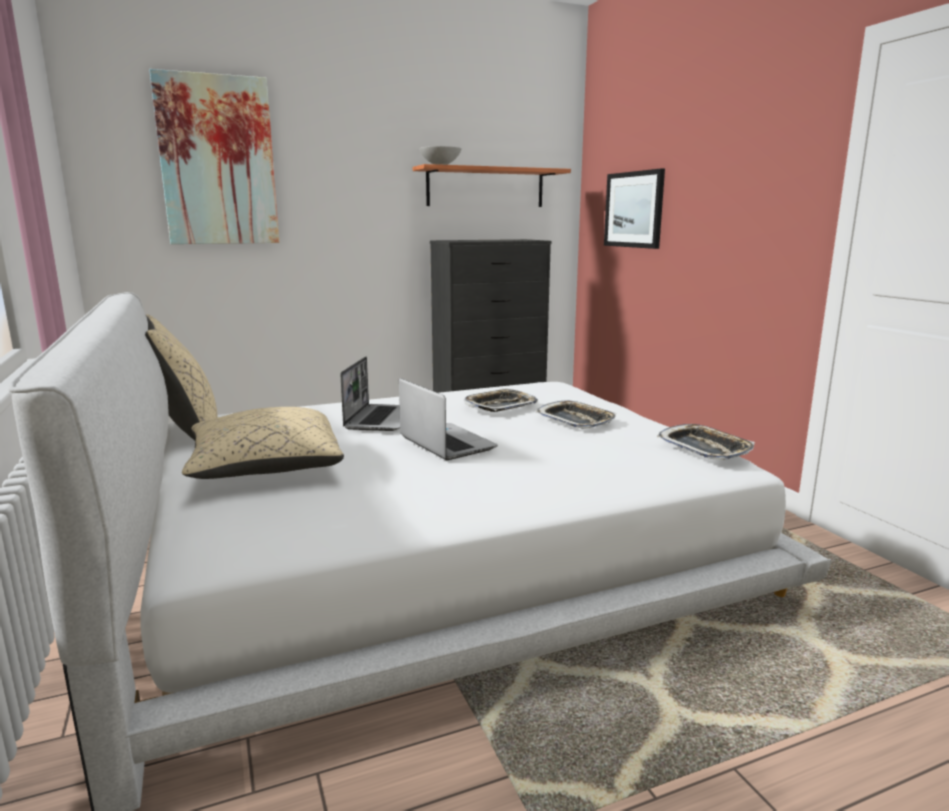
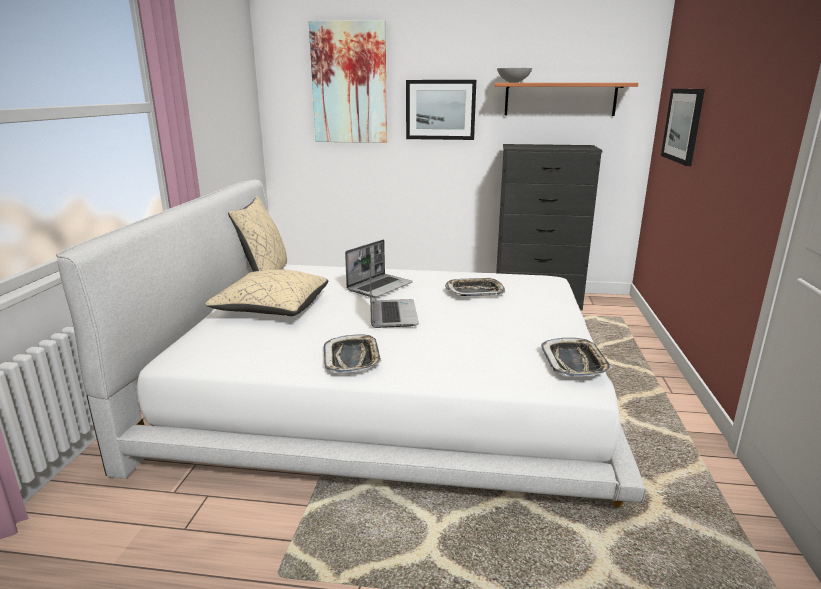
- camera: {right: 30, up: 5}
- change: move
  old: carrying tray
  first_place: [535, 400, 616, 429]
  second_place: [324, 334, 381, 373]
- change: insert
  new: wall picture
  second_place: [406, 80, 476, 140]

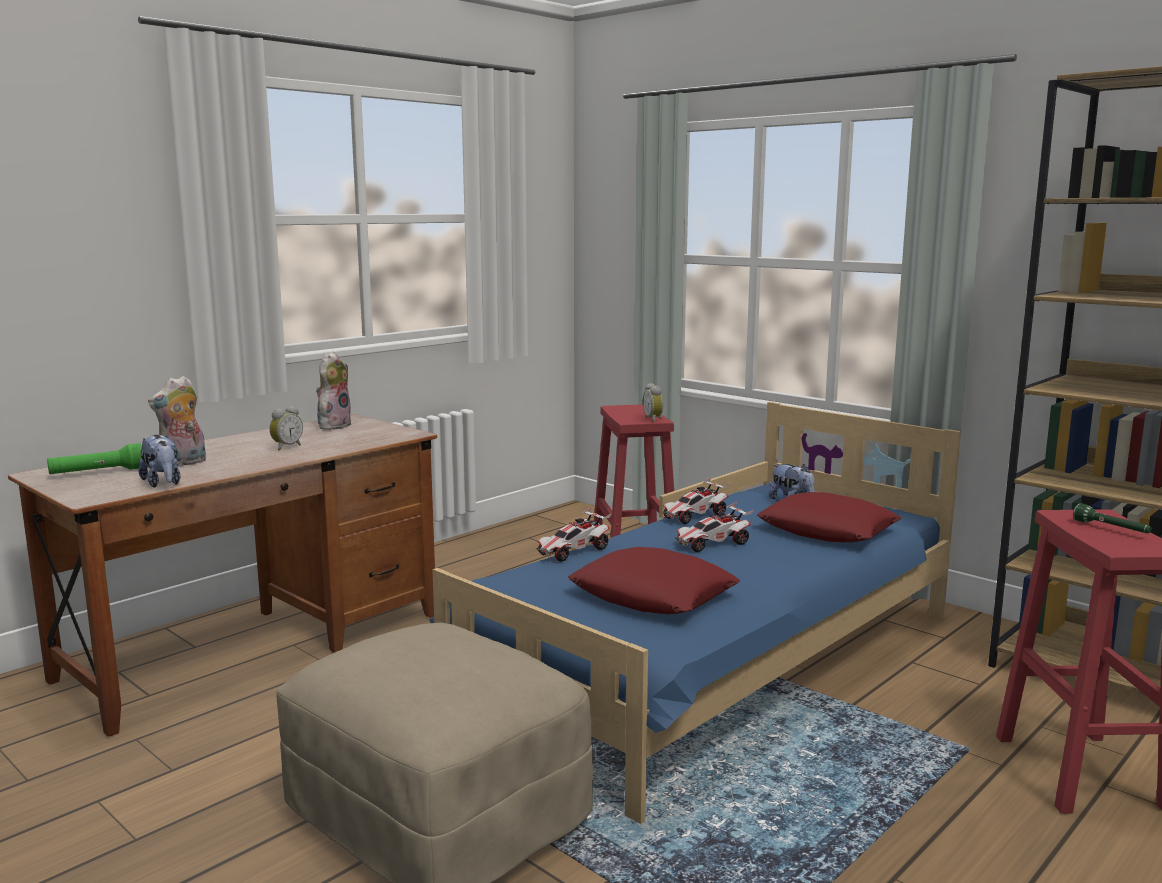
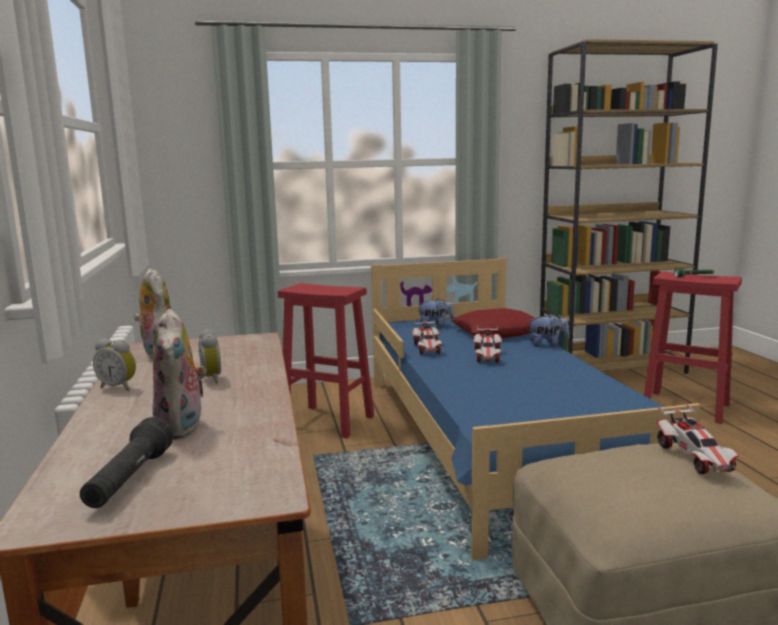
- camera: {right: -55, up: 0}
- change: recolor
  old: flashlight (greenish)
  new: flashlight (blackish)
  first_place: [47, 443, 142, 474]
  second_place: [80, 417, 173, 508]
- change: move
  old: alarm clock
  first_place: [643, 383, 663, 422]
  second_place: [93, 338, 136, 391]
- change: move
  old: soft toy
  first_place: [138, 435, 181, 488]
  second_place: [527, 313, 569, 347]
- change: move
  old: miniature car
  first_place: [537, 507, 612, 562]
  second_place: [656, 403, 739, 475]
- change: delete
  old: throw pillow (red-coloured)
  first_place: [568, 547, 740, 614]

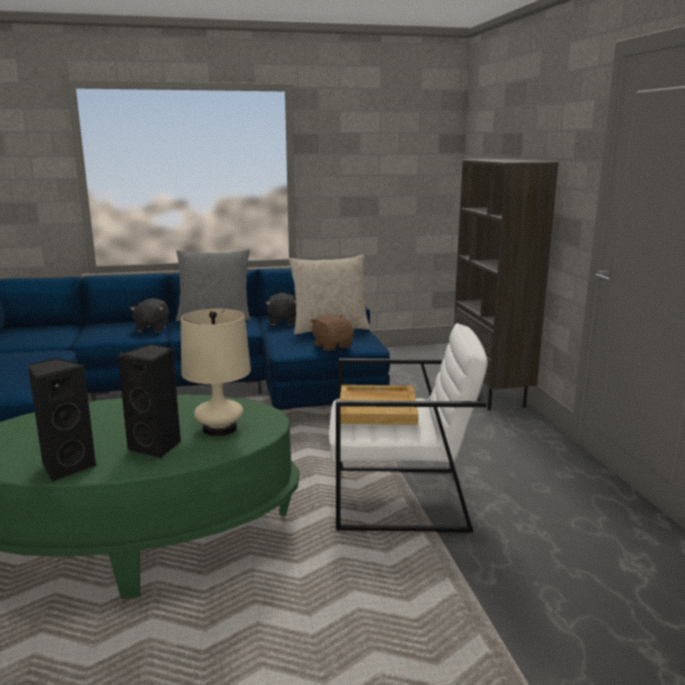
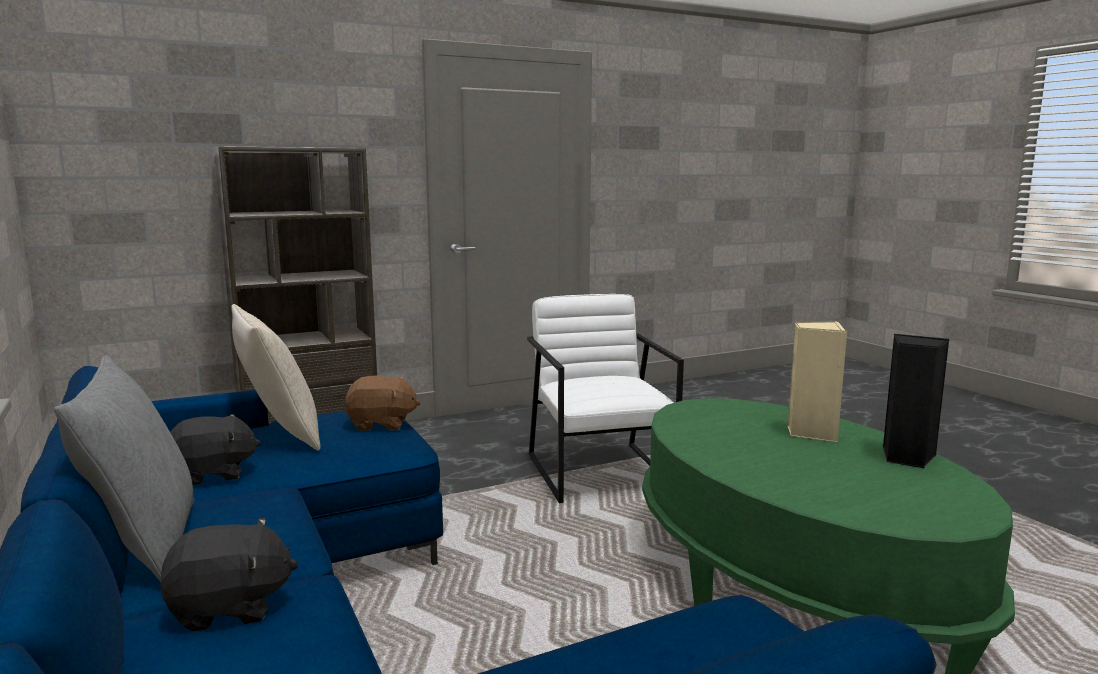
- camera: {right: -105, up: -5}
- change: rotate
  old: soft toy (brown)
  first_place: [310, 314, 354, 351]
  second_place: [345, 376, 421, 431]
  degrees: -135
- change: recolor
  old: audio speaker (blackish)
  new: audio speaker (sand-coloured)
  first_place: [118, 344, 181, 459]
  second_place: [788, 321, 847, 442]
- change: delete
  old: tabletop lamp (sand-coloured)
  first_place: [181, 309, 251, 436]
- change: delete
  old: carrying tray (sand-coloured)
  first_place: [340, 385, 419, 425]

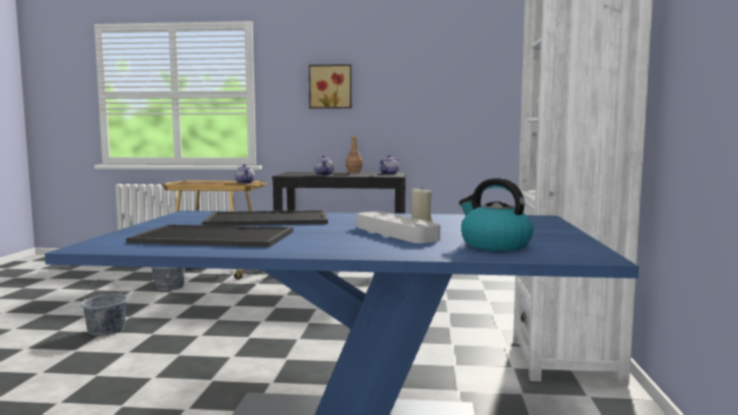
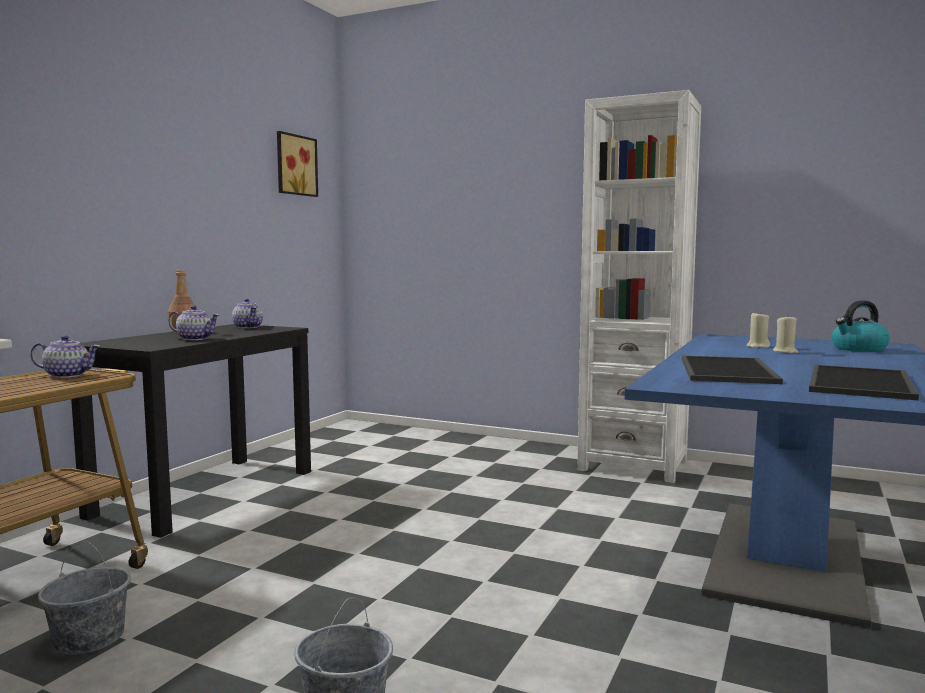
- camera: {right: -70, up: 0}
- change: move
  old: wall picture
  first_place: [309, 64, 352, 109]
  second_place: [277, 131, 318, 197]
- change: insert
  new: wax candle (sand-coloured)
  second_place: [747, 312, 770, 348]
- change: delete
  old: carrying tray (grey)
  first_place: [357, 212, 440, 243]

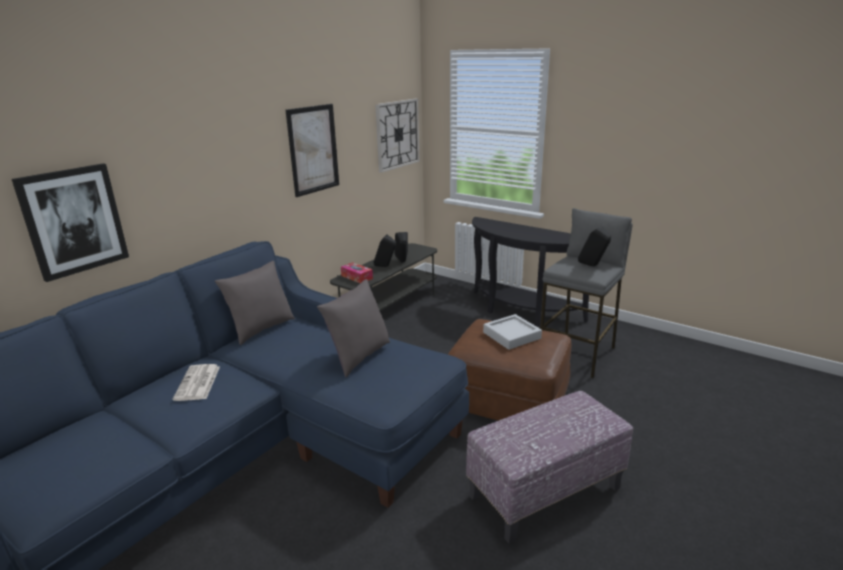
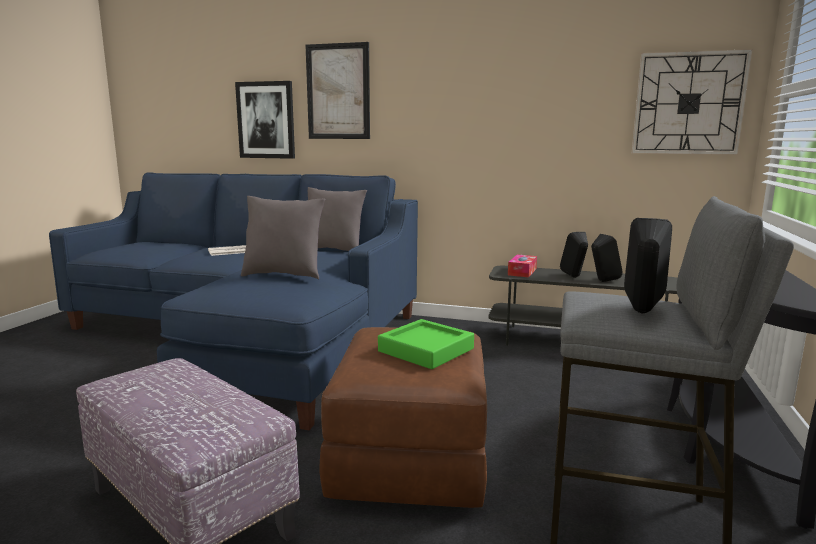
- camera: {right: 70, up: -10}
- change: move
  old: wall picture
  first_place: [286, 104, 339, 197]
  second_place: [306, 42, 370, 139]
- change: recolor
  old: carrying tray (grey)
  new: carrying tray (greenish)
  first_place: [483, 314, 542, 350]
  second_place: [378, 319, 474, 369]

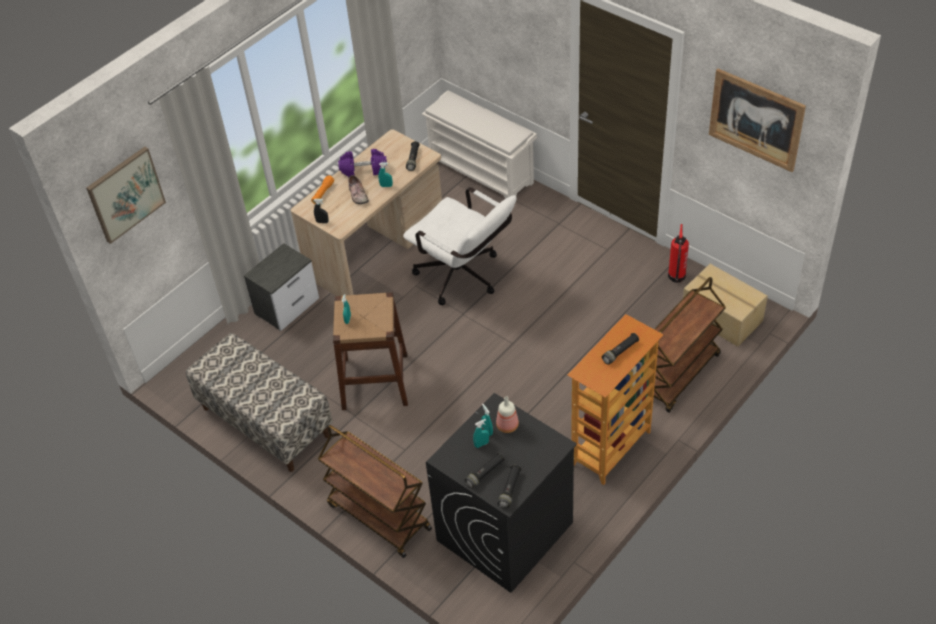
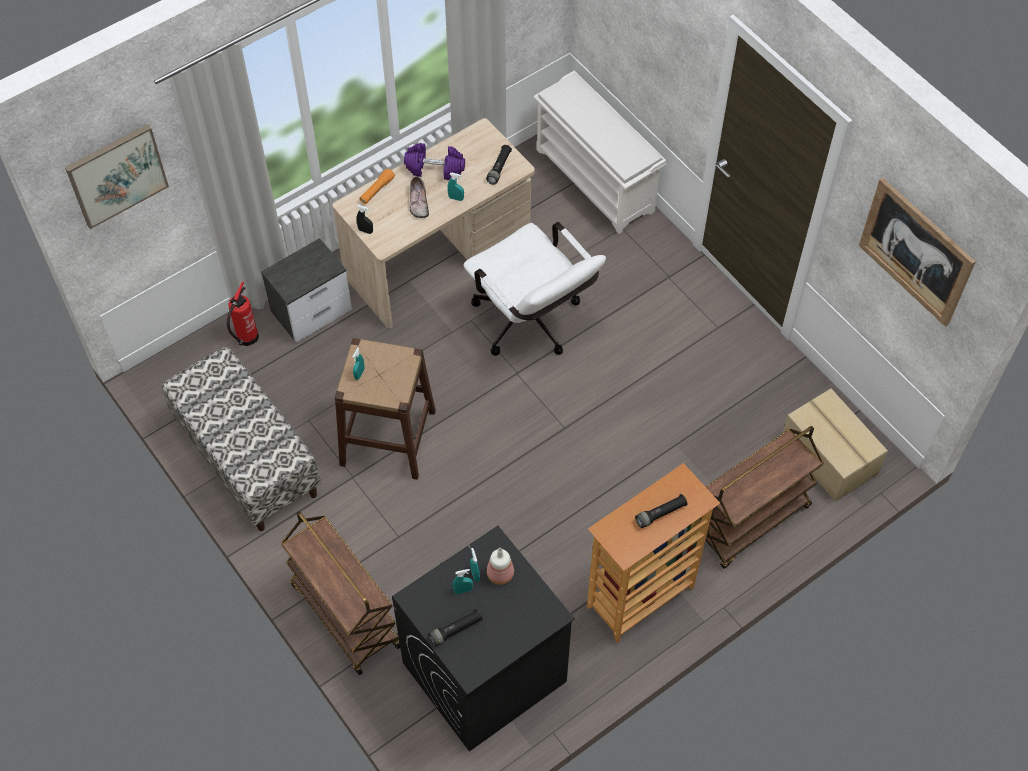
- camera: {right: 10, up: 10}
- change: move
  old: fire-fighting cylinder
  first_place: [668, 224, 689, 283]
  second_place: [227, 281, 259, 346]
- change: delete
  old: flashlight (blackish)
  first_place: [498, 465, 521, 508]

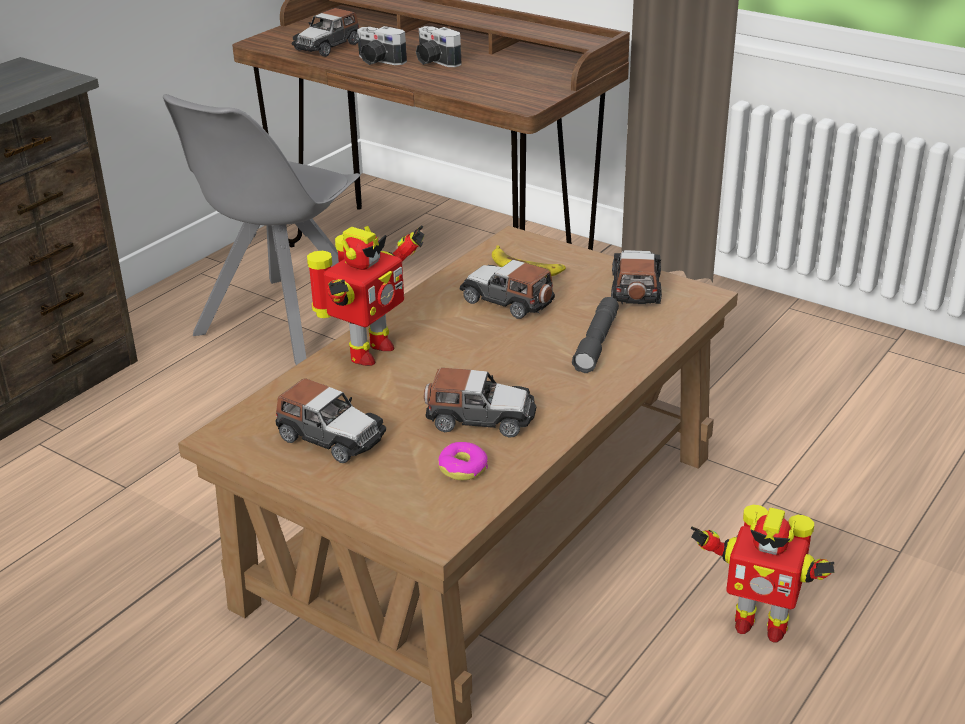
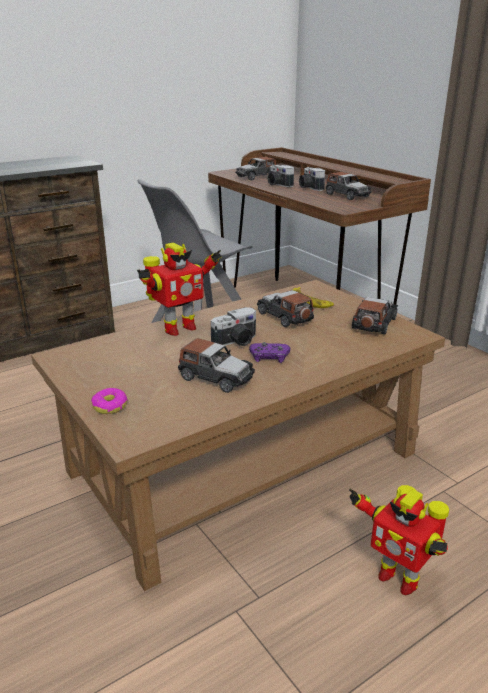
- camera: {right: 20, up: -5}
- change: move
  old: doughnut
  first_place: [438, 442, 488, 480]
  second_place: [91, 388, 128, 414]
- change: insert
  new: still camera
  second_place: [211, 307, 256, 346]
- change: insert
  new: game controller (purple-coloured)
  second_place: [249, 342, 290, 363]
- change: move
  old: miniature car
  first_place: [276, 378, 386, 463]
  second_place: [325, 172, 372, 200]
- change: delete
  old: flashlight (grey)
  first_place: [572, 297, 619, 373]

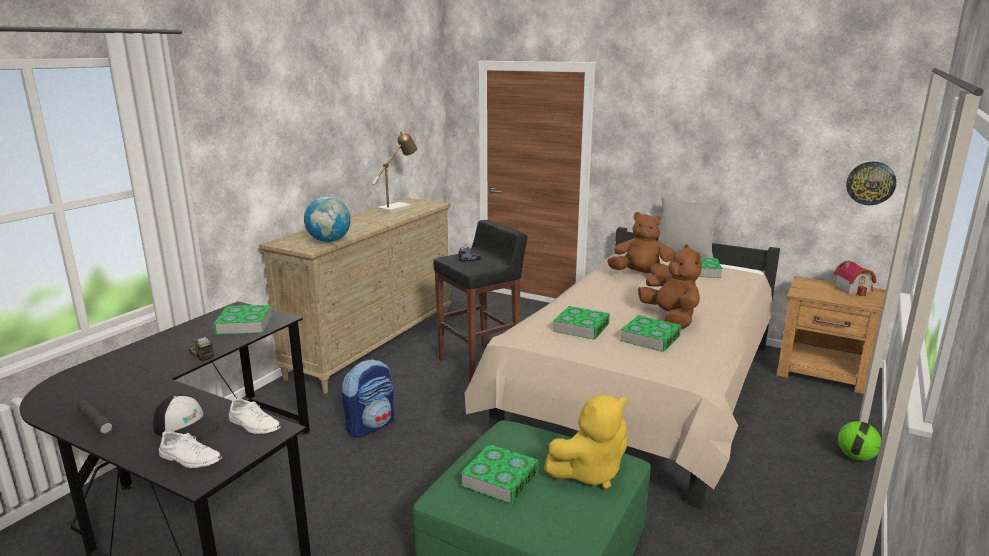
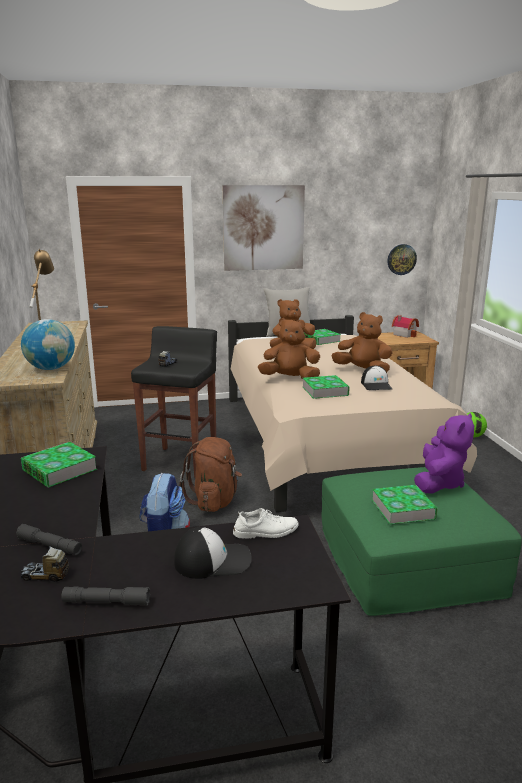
- camera: {right: -40, up: 0}
- change: insert
  new: flashlight (grey)
  second_place: [16, 524, 82, 555]
- change: move
  old: model truck
  first_place: [189, 336, 214, 361]
  second_place: [21, 546, 69, 582]
- change: insert
  new: rucksack (brown)
  second_place: [179, 437, 242, 512]
- change: insert
  new: wall picture
  second_place: [223, 185, 305, 271]
- change: insert
  new: soft toy (brown)
  second_place: [258, 318, 320, 379]
- change: replace
  old: book
  new: cap
  first_place: [620, 315, 681, 352]
  second_place: [361, 366, 392, 390]
- change: recolor
  old: soft toy (yellow-coloured)
  new: soft toy (purple-coloured)
  first_place: [544, 395, 628, 489]
  second_place: [414, 413, 474, 494]
- change: delete
  old: shoe (white-coloured)
  first_place: [159, 431, 222, 468]

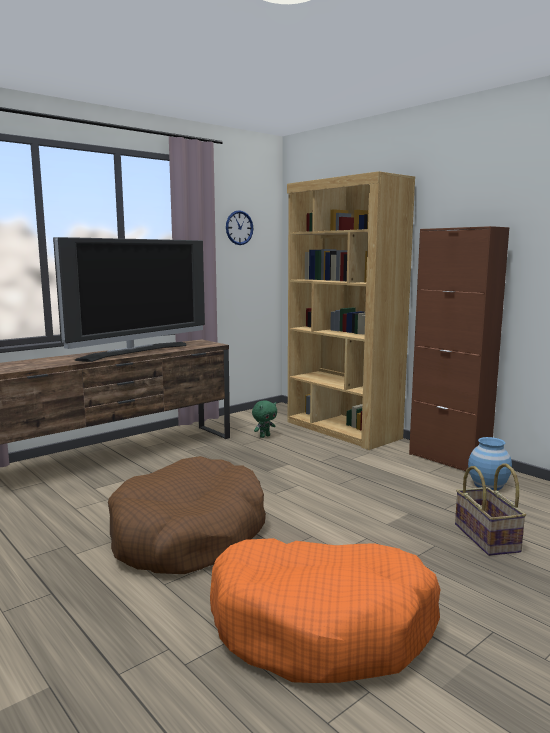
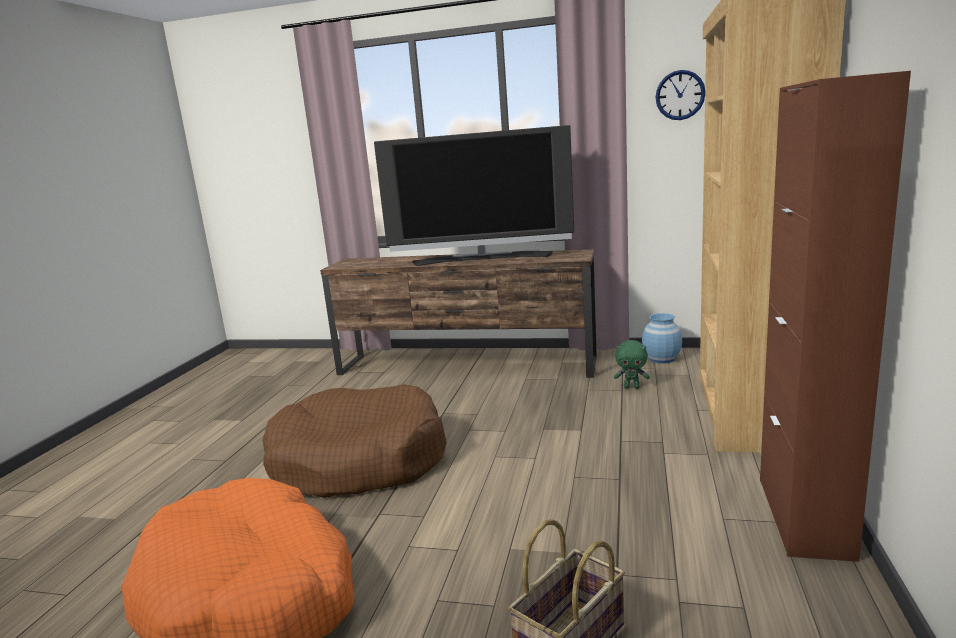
- camera: {right: 55, up: 5}
- change: move
  old: decorative vase (blue)
  first_place: [468, 437, 512, 491]
  second_place: [642, 313, 682, 363]

